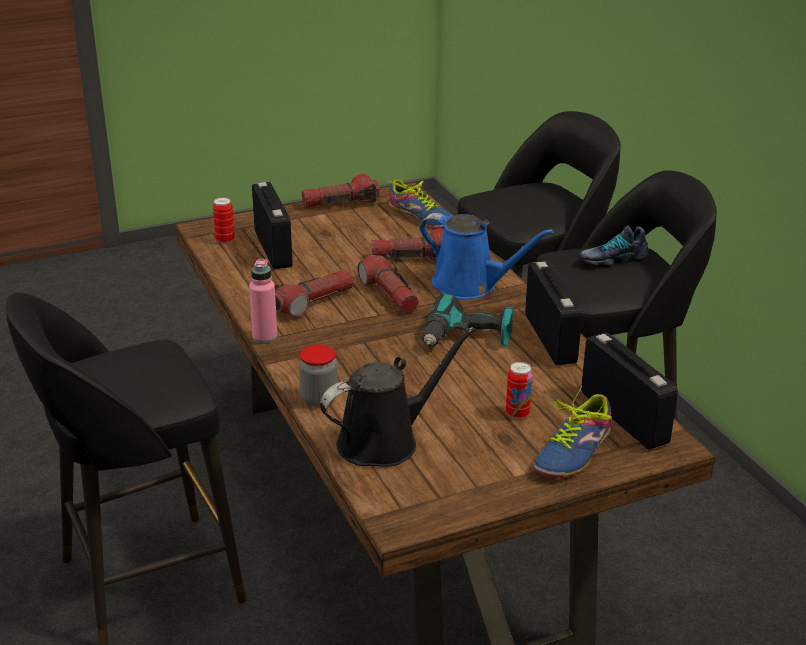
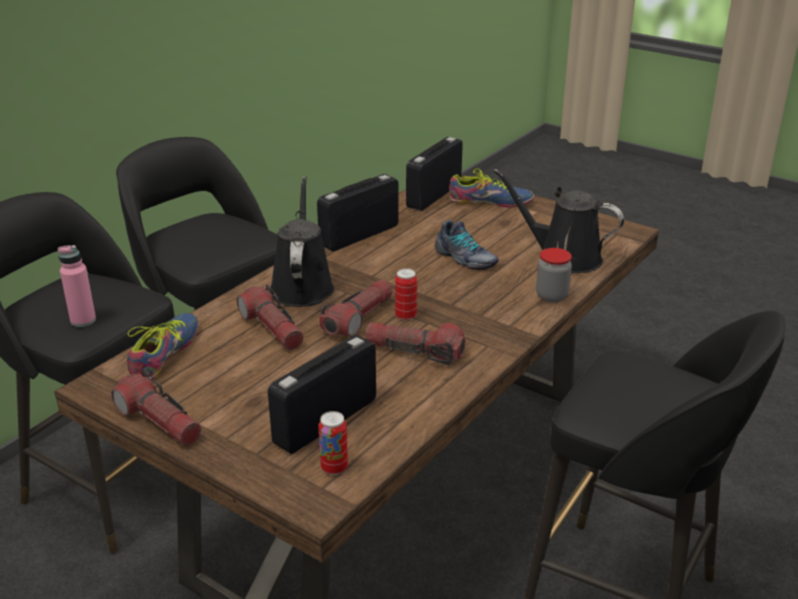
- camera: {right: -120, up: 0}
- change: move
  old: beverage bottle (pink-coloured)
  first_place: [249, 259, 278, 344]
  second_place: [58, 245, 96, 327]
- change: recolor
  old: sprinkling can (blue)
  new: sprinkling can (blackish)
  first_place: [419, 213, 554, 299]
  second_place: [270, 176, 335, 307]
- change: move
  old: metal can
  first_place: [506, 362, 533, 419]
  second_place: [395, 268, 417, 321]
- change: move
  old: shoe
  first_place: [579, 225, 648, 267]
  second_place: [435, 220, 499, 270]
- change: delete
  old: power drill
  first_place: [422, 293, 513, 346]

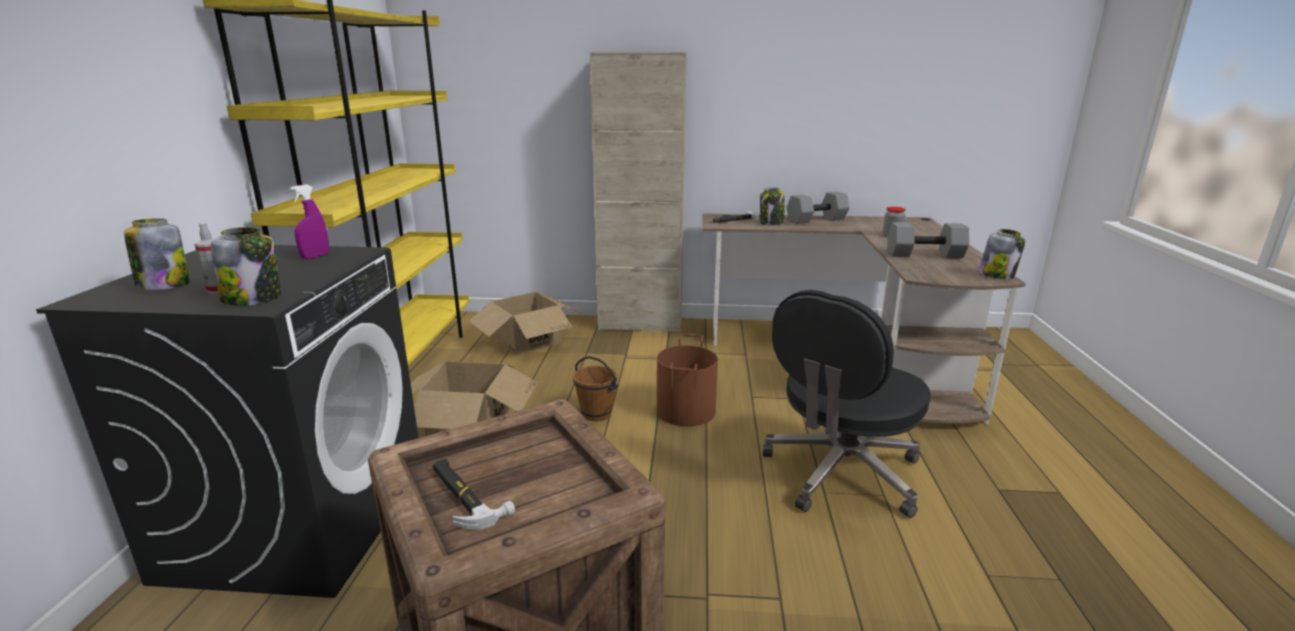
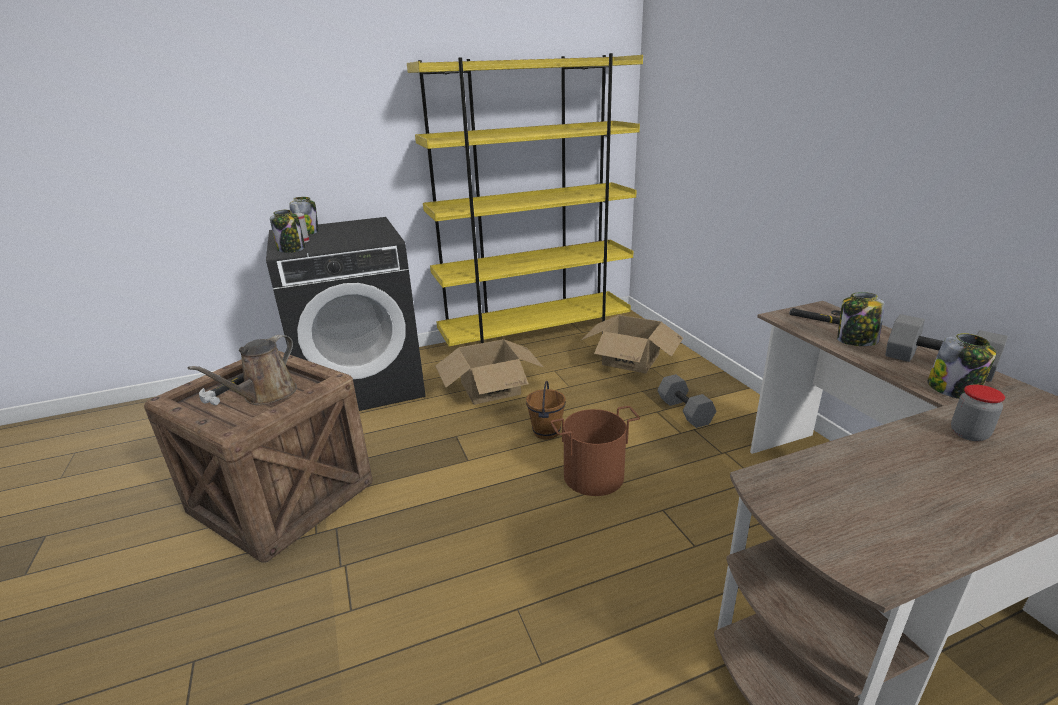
- camera: {right: 65, up: 5}
- change: insert
  new: sprinkling can (brown)
  second_place: [188, 335, 297, 405]
- change: move
  old: dumbbell (grey)
  first_place: [888, 222, 969, 258]
  second_place: [657, 374, 716, 428]
- change: move
  old: preserve jar
  first_place: [979, 229, 1025, 279]
  second_place: [928, 333, 996, 399]
- change: delete
  old: hand sprayer (purple-coloured)
  first_place: [289, 184, 329, 259]
- change: delete
  old: storage cabinet (sand-coloured)
  first_place: [590, 52, 687, 333]
- change: delete
  old: office chair (blackish)
  first_place: [763, 290, 931, 518]

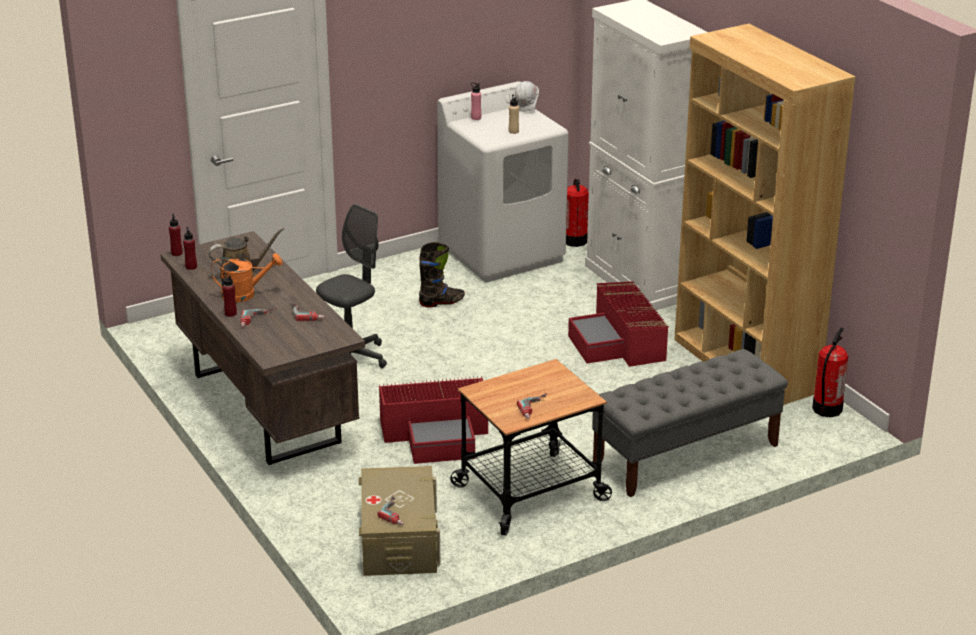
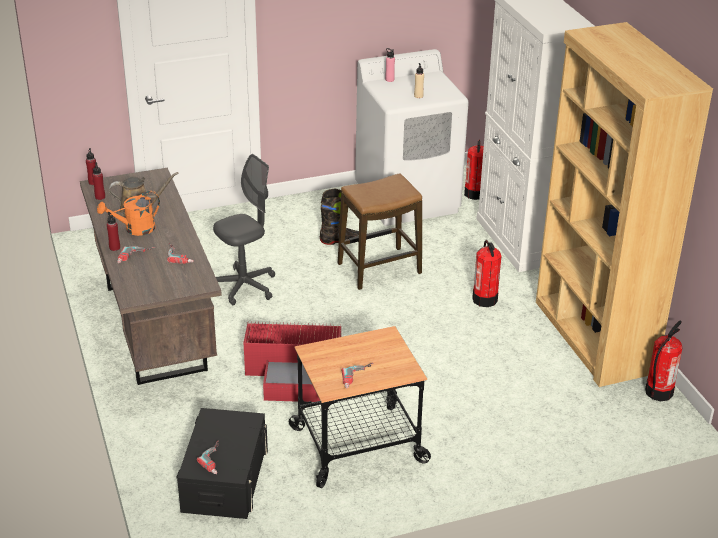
- camera: {right: 10, up: 5}
- change: rotate
  old: sprinkling can (orange-coloured)
  first_place: [211, 253, 283, 302]
  second_place: [97, 191, 160, 236]
  degrees: 150
- change: recolor
  old: storage container (sand-coloured)
  new: storage container (blackish)
  first_place: [359, 466, 441, 576]
  second_place: [176, 408, 268, 519]
- change: insert
  new: stool seat
  second_place: [338, 174, 422, 290]
- change: replace
  old: storage container (red-coloured)
  new: fire-fighting cylinder
  first_place: [568, 281, 669, 367]
  second_place: [472, 240, 501, 307]
- change: delete
  old: work helmet (white-coloured)
  first_place: [515, 81, 539, 112]
- change: delete
  old: bench (grey)
  first_place: [592, 349, 788, 497]

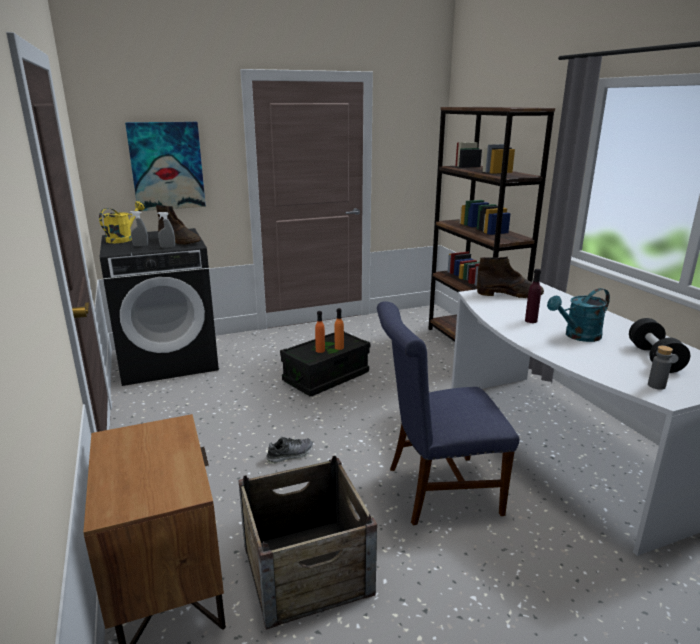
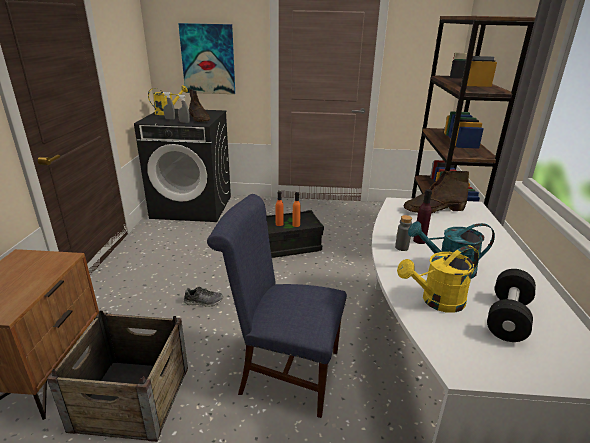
- camera: {right: 25, up: 5}
- change: move
  old: beverage bottle (grey)
  first_place: [648, 346, 673, 390]
  second_place: [395, 215, 412, 251]
- change: insert
  new: sprinkling can (yellow-coloured)
  second_place: [397, 245, 479, 313]
- change: rotate
  old: high-top boot (brown)
  first_place: [477, 256, 544, 298]
  second_place: [403, 171, 469, 214]
  degrees: 135

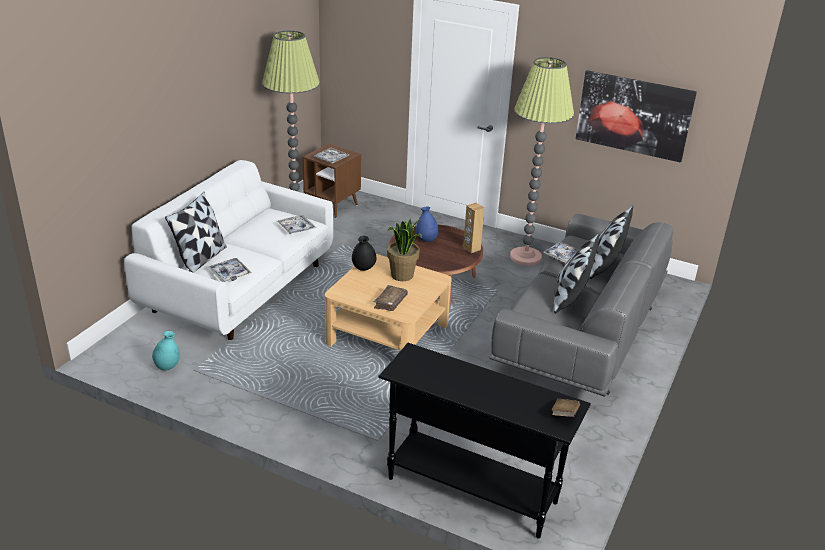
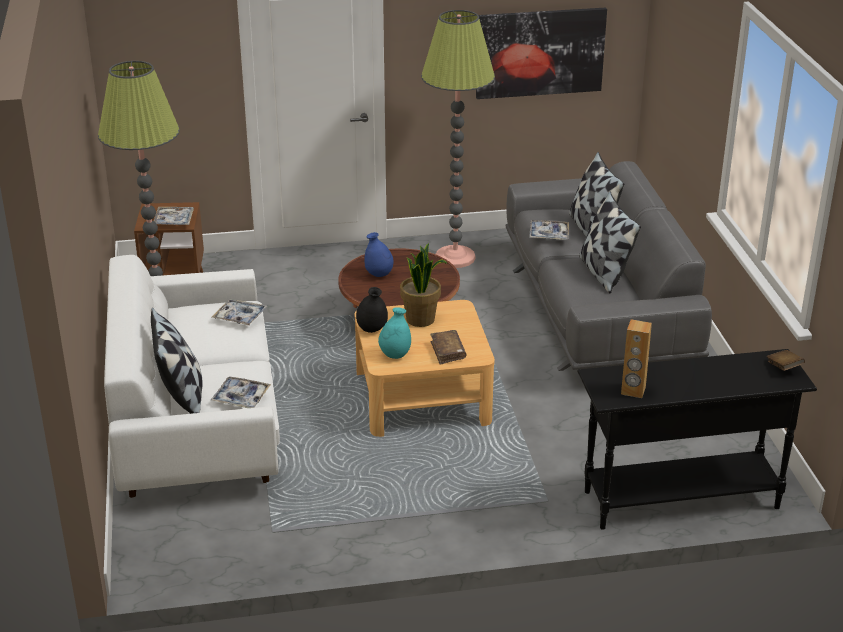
- camera: {right: -35, up: 0}
- change: move
  old: decorative vase (blue-green)
  first_place: [152, 331, 179, 371]
  second_place: [378, 307, 411, 359]
- change: move
  old: audio speaker (brown)
  first_place: [463, 203, 484, 253]
  second_place: [621, 319, 652, 398]

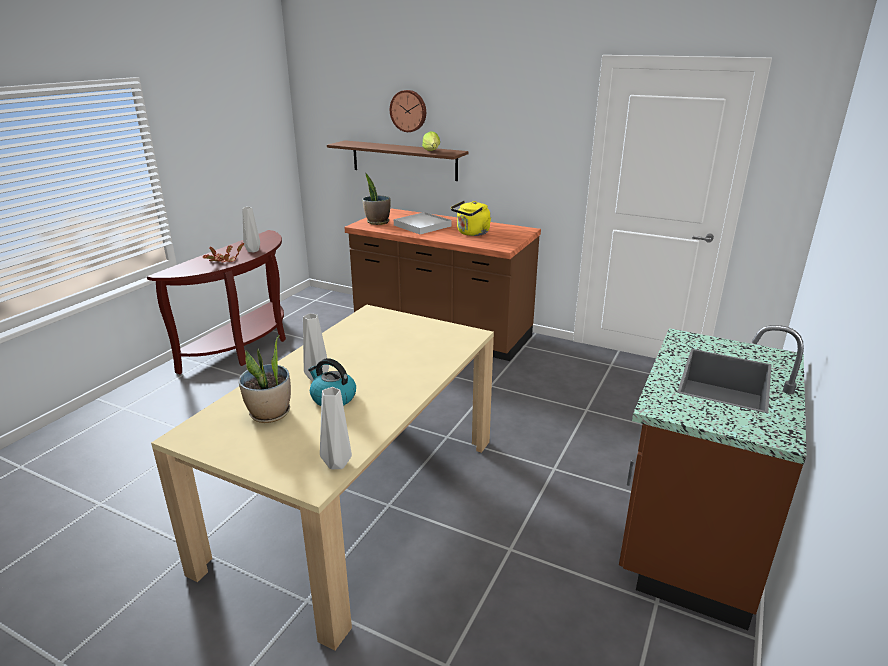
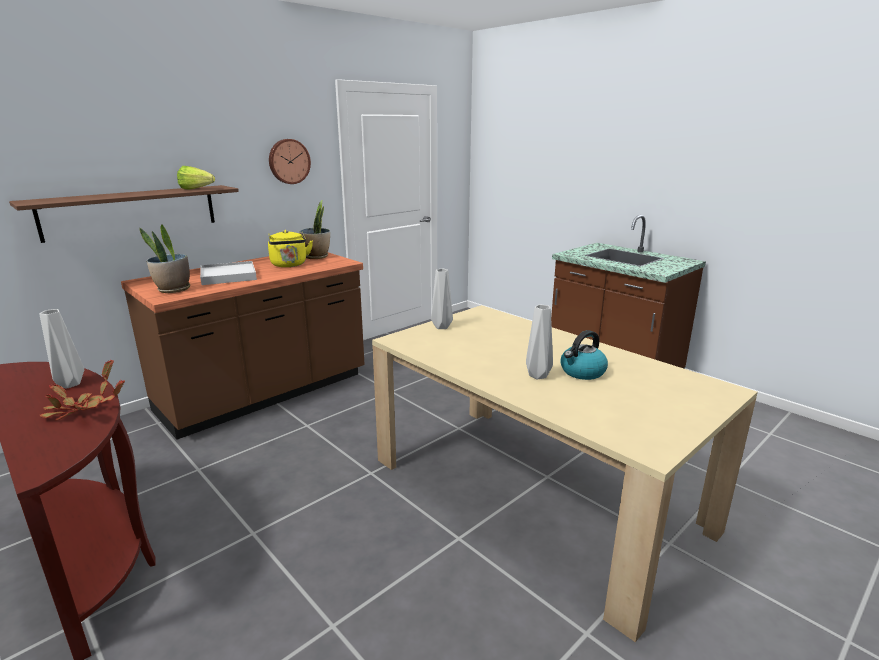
- camera: {right: -70, up: -5}
- change: move
  old: clock on the wall
  first_place: [390, 90, 426, 132]
  second_place: [269, 139, 311, 184]
- change: move
  old: plant in a pot
  first_place: [238, 335, 291, 423]
  second_place: [299, 200, 330, 259]
- change: move
  old: decorative vase (grey)
  first_place: [320, 387, 352, 469]
  second_place: [431, 269, 453, 329]

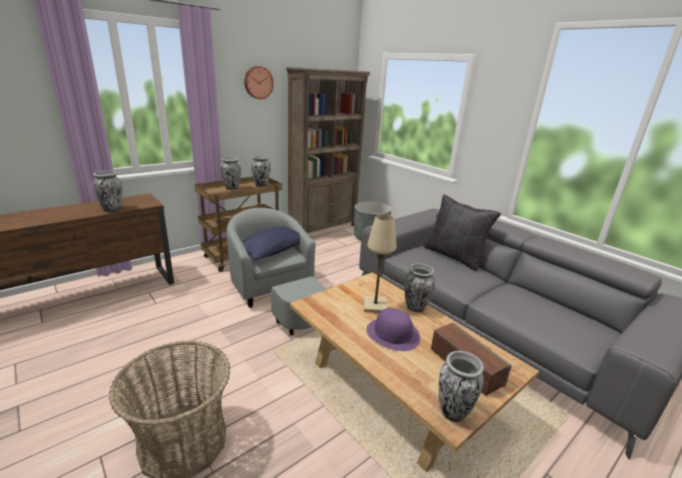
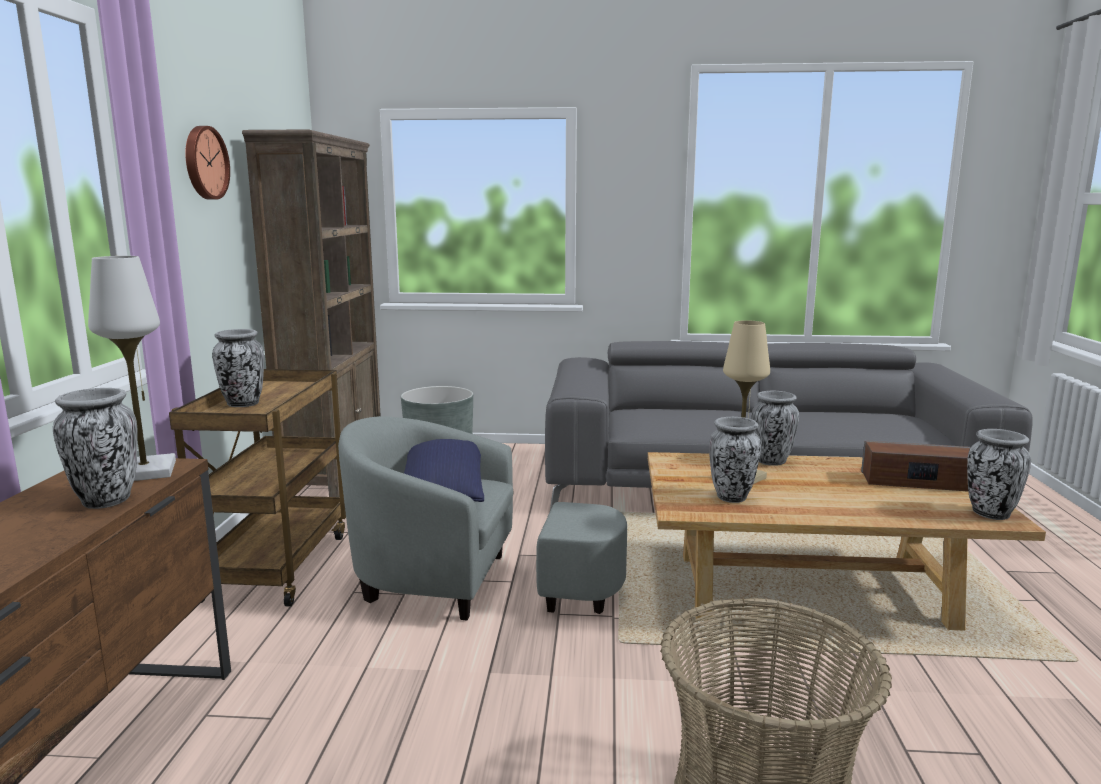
- camera: {right: -45, up: -10}
- change: insert
  new: tabletop lamp (white-coloured)
  second_place: [88, 256, 176, 481]
- change: move
  old: decorative vase
  first_place: [251, 155, 271, 187]
  second_place: [709, 417, 761, 503]
- change: delete
  old: hat (purple-coloured)
  first_place: [366, 308, 420, 351]
- change: delete
  old: throw pillow (blackish)
  first_place: [424, 195, 501, 271]

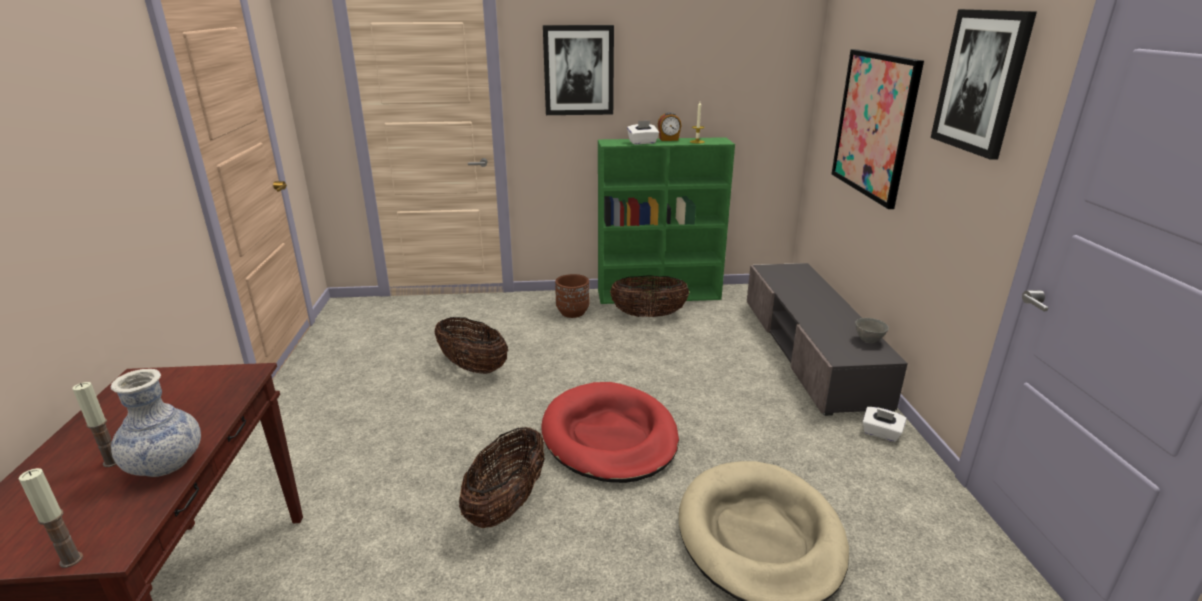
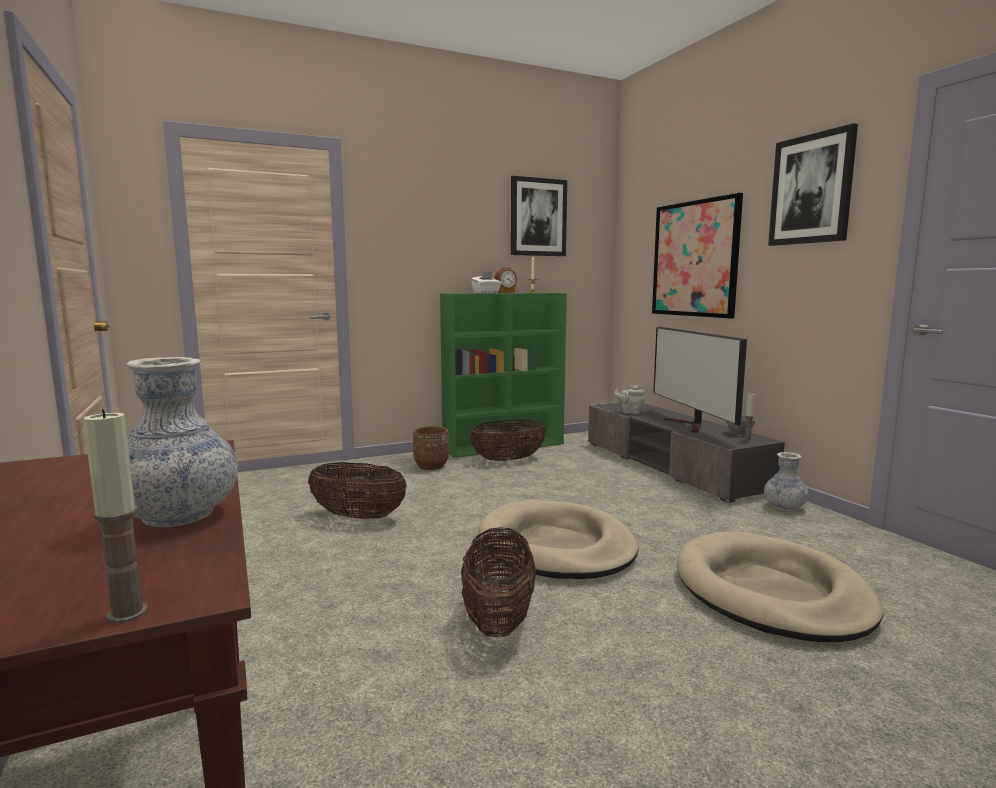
- camera: {right: -20, up: -15}
- change: recolor
  old: dog cushion (red-coloured)
  new: dog cushion (sand-coloured)
  first_place: [542, 382, 679, 483]
  second_place: [478, 500, 639, 579]
- change: move
  old: wall picture
  first_place: [543, 25, 614, 115]
  second_place: [511, 176, 567, 256]
- change: insert
  new: tea pot (grey)
  second_place: [614, 385, 645, 414]
- change: insert
  new: TV
  second_place: [653, 327, 747, 433]
- change: move
  old: wax candle
  first_place: [72, 382, 117, 467]
  second_place: [743, 394, 755, 441]
- change: replace
  old: box of tissues (white-coloured)
  new: decorative vase
  first_place: [863, 407, 906, 442]
  second_place: [764, 452, 809, 511]

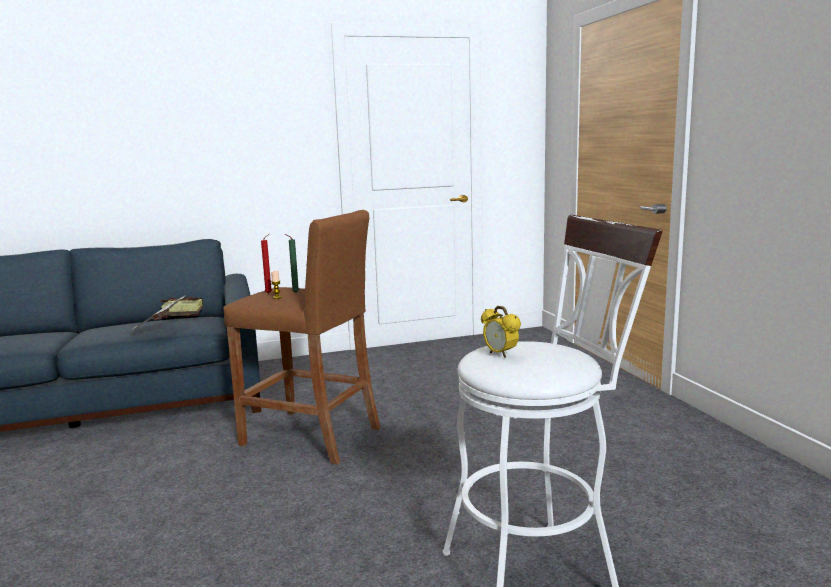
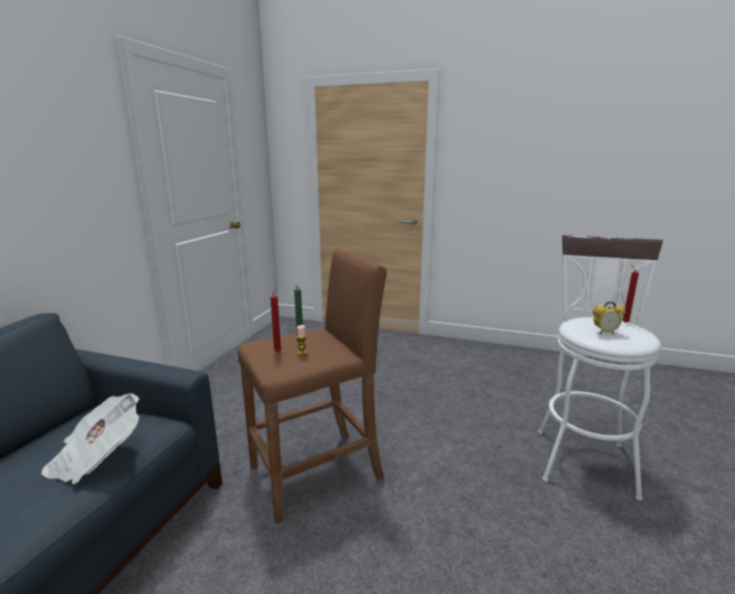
- camera: {right: -55, up: 5}
- change: insert
  new: wax candle (red-coloured)
  second_place: [622, 265, 639, 323]
- change: delete
  old: book
  first_place: [155, 296, 203, 320]

